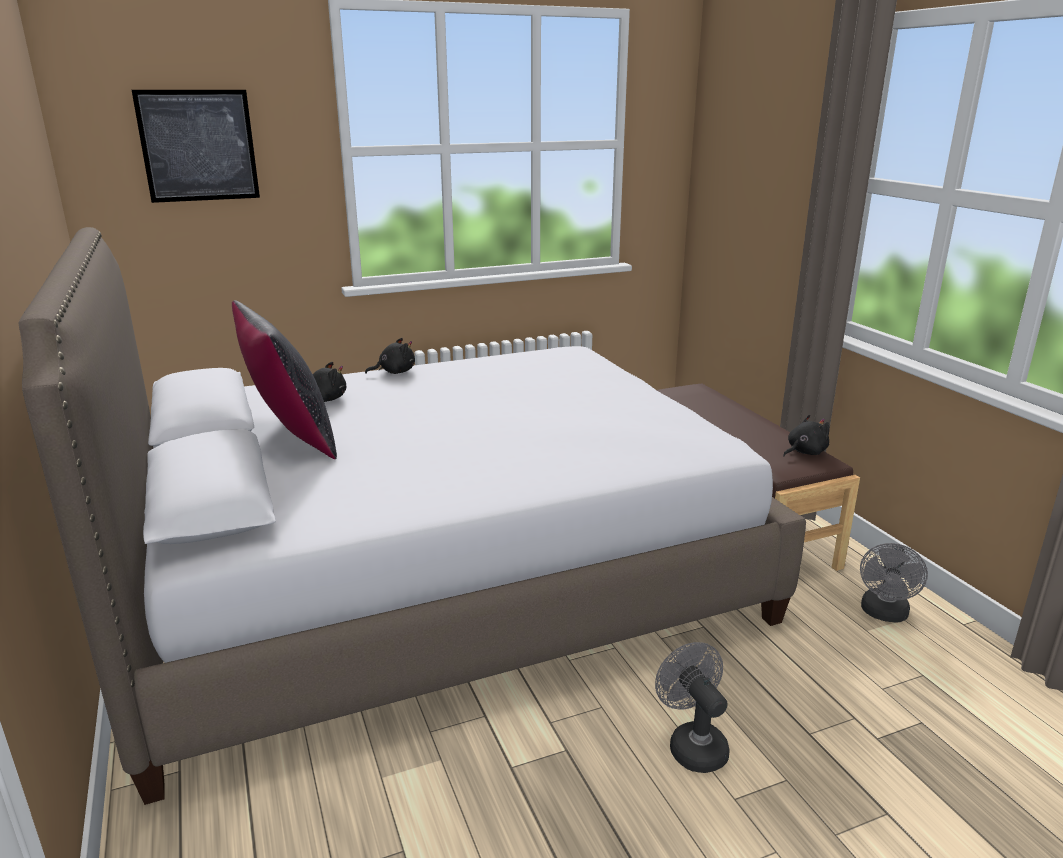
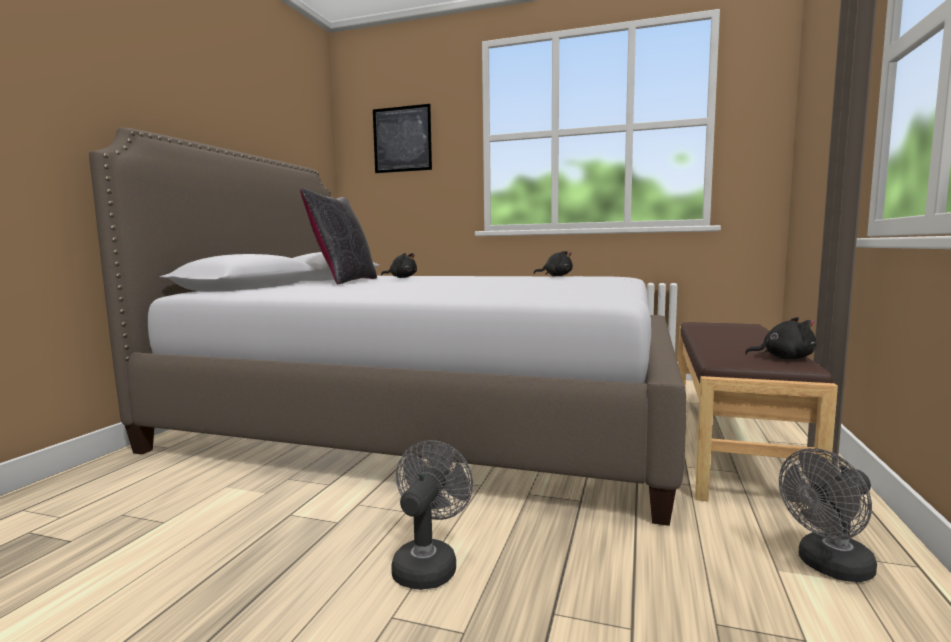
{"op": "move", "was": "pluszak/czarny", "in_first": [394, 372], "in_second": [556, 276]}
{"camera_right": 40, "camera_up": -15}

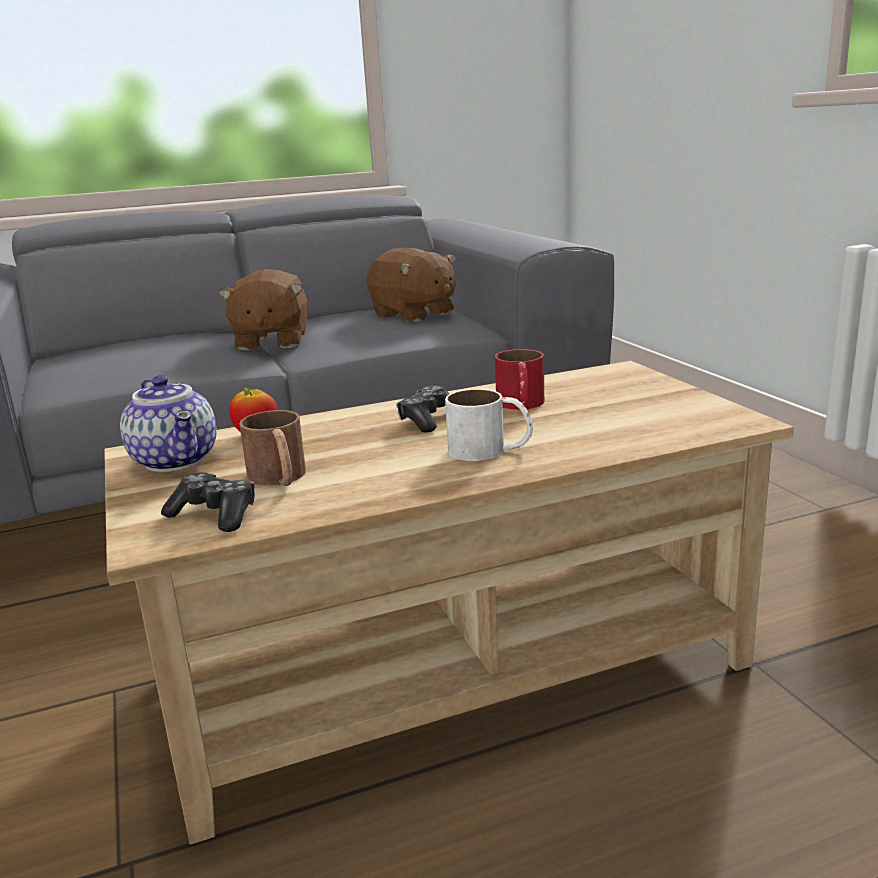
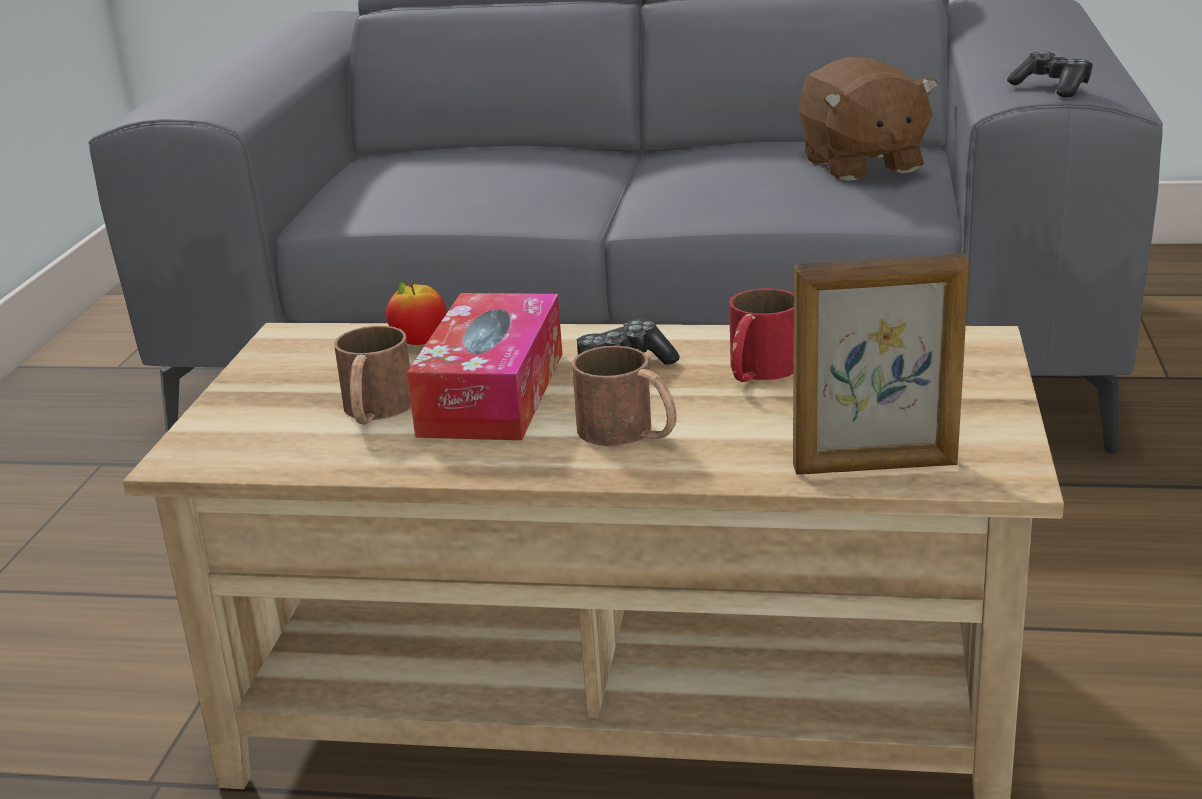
{"op": "delete", "was": "pluszak/brązowy", "in_first": [271, 342]}
{"op": "delete", "was": "imbryk", "in_first": [177, 460]}
{"op": "recolor", "was": "kubek/biały", "now": "kubek/brązowy", "in_first": [490, 450], "in_second": [629, 433]}
{"op": "move", "was": "pad do gier", "in_first": [215, 515], "in_second": [1052, 87]}
{"op": "insert", "now": "ramka na zdjęcie", "in_second": [876, 467]}
{"op": "insert", "now": "pudełko chusteczek", "in_second": [492, 393]}
{"camera_right": 30, "camera_up": 5}

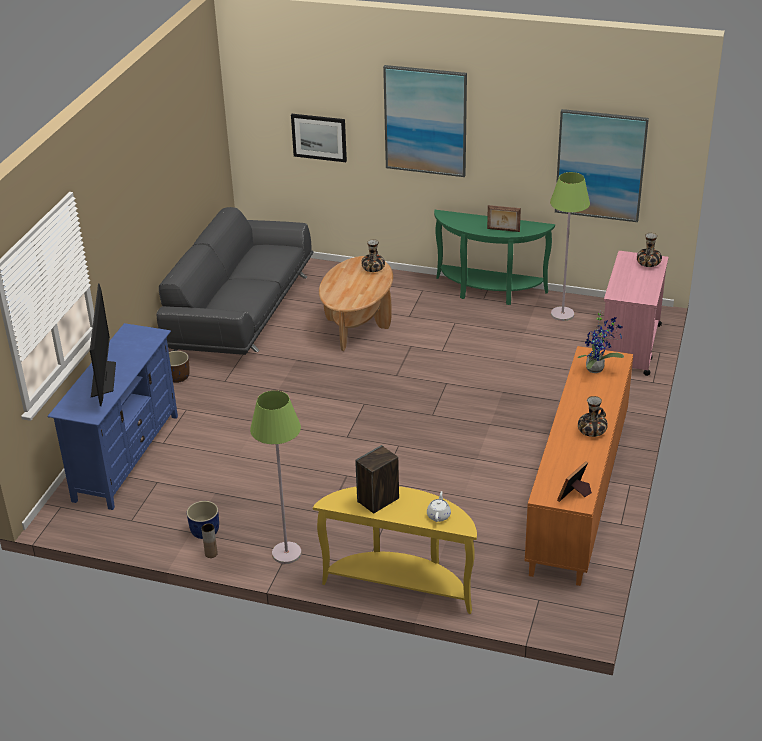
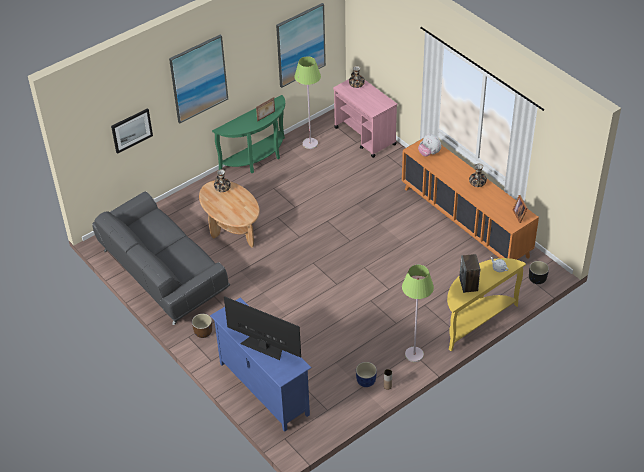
{"op": "replace", "was": "roślina doniczkowa", "now": "pluszak", "in_first": [597, 369], "in_second": [429, 153]}
{"op": "insert", "now": "donica/czarny", "in_second": [537, 279]}
{"camera_right": -55, "camera_up": 10}

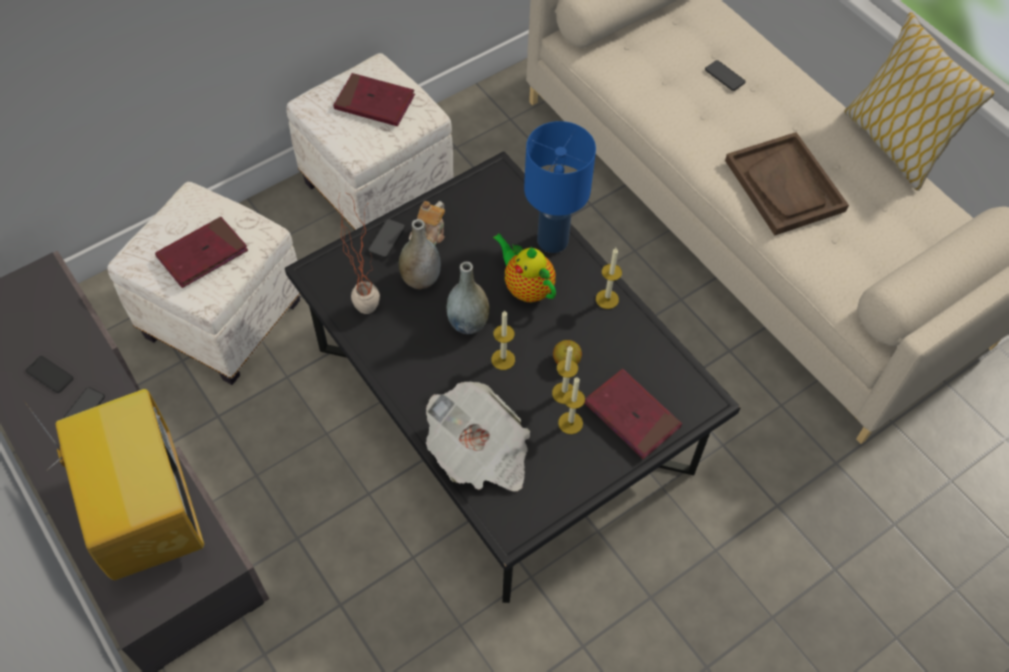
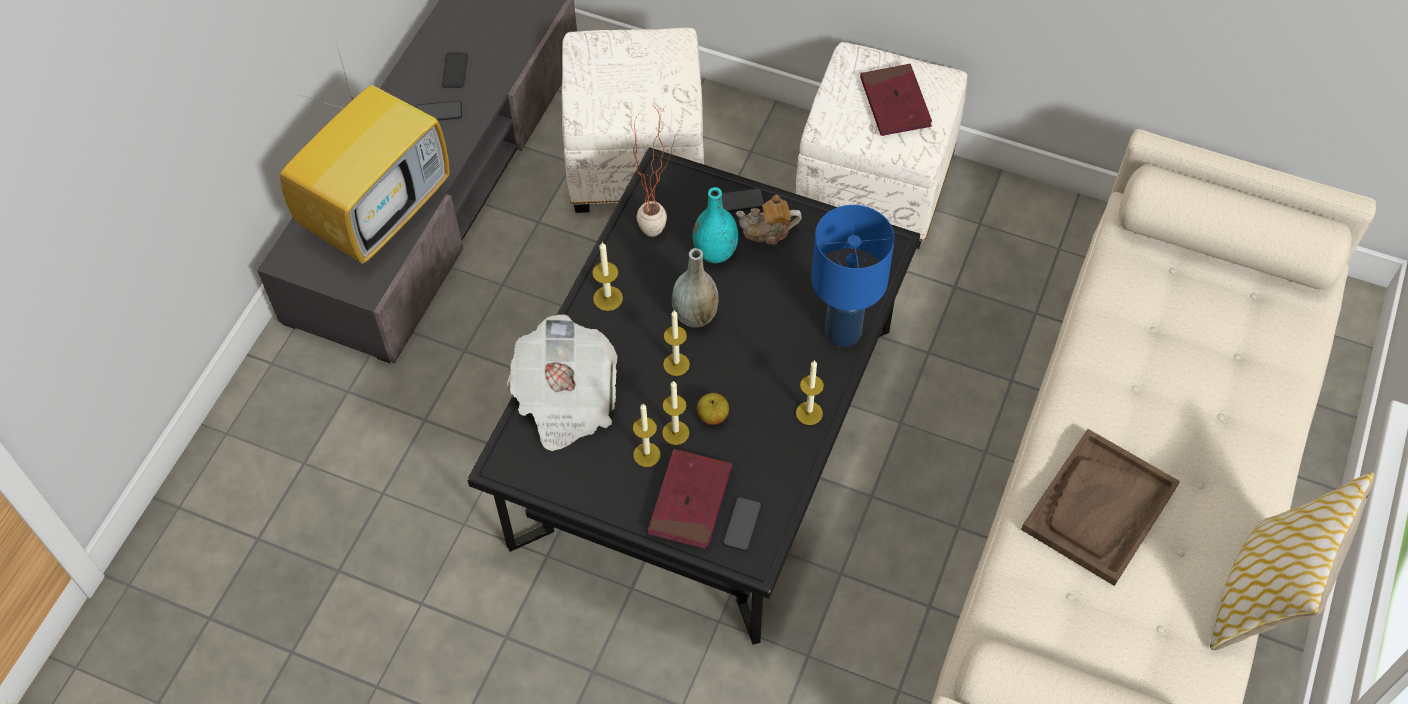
{"op": "move", "was": "telefon", "in_first": [724, 76], "in_second": [742, 524]}
{"op": "delete", "was": "książka/czerwony", "in_first": [203, 254]}
{"op": "recolor", "was": "wazon/szary", "now": "wazon/turkusowy", "in_first": [421, 279], "in_second": [715, 252]}
{"op": "delete", "was": "imbryk", "in_first": [526, 287]}
{"op": "insert", "now": "świeca", "in_second": [608, 298]}
{"camera_right": 60, "camera_up": 0}

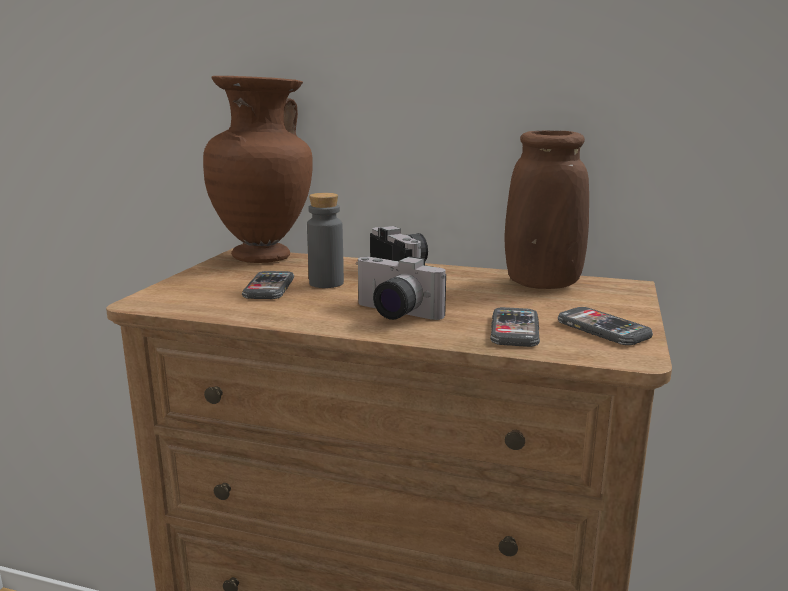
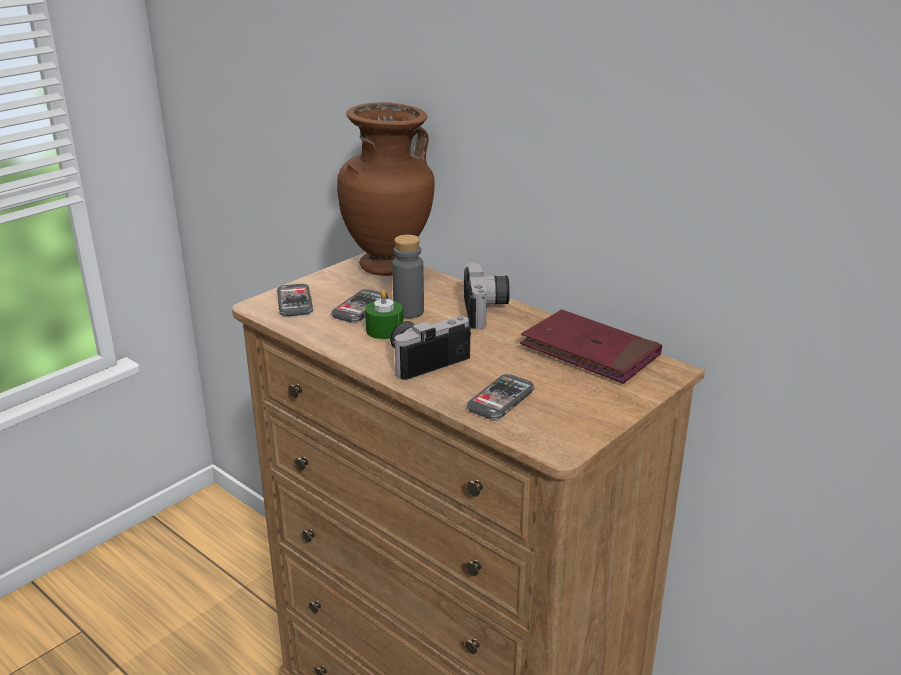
{"op": "replace", "was": "wazon/brązowy", "now": "książka/czerwony", "in_first": [542, 284], "in_second": [590, 351]}
{"op": "rotate", "was": "aparat fotograficzny", "in_first": [393, 314], "in_second": [425, 359], "clockwise": 90}
{"op": "move", "was": "telefon", "in_first": [603, 329], "in_second": [294, 302]}
{"op": "insert", "now": "świeca/zielony", "in_second": [384, 330]}
{"camera_right": 25, "camera_up": 10}

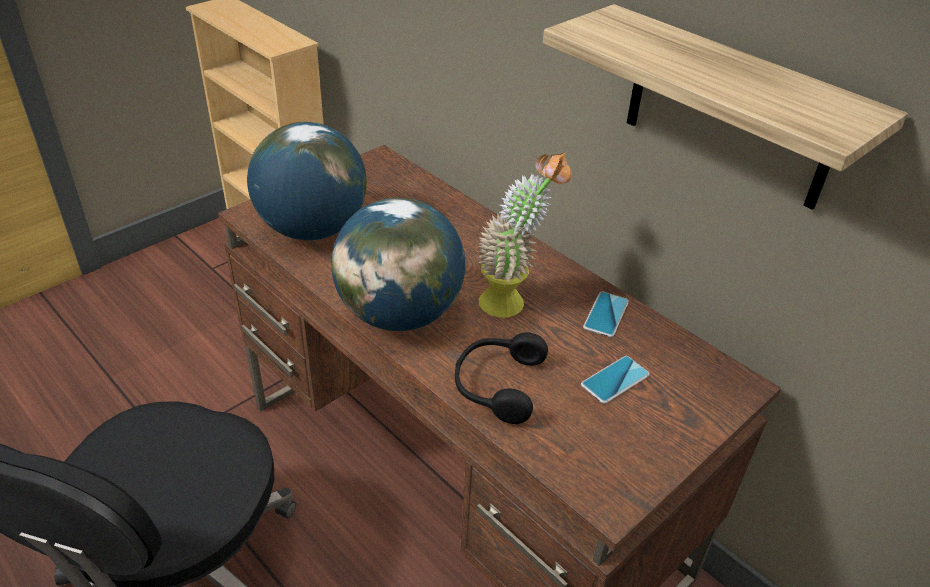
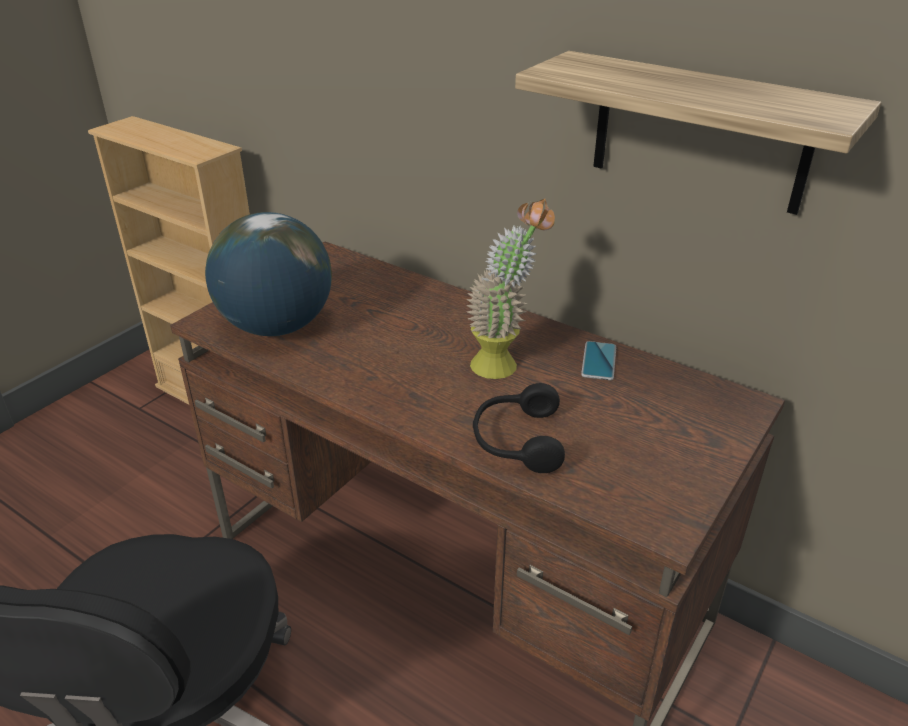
{"op": "delete", "was": "globus", "in_first": [399, 313]}
{"op": "delete", "was": "telefon", "in_first": [615, 380]}
{"camera_right": -10, "camera_up": -5}

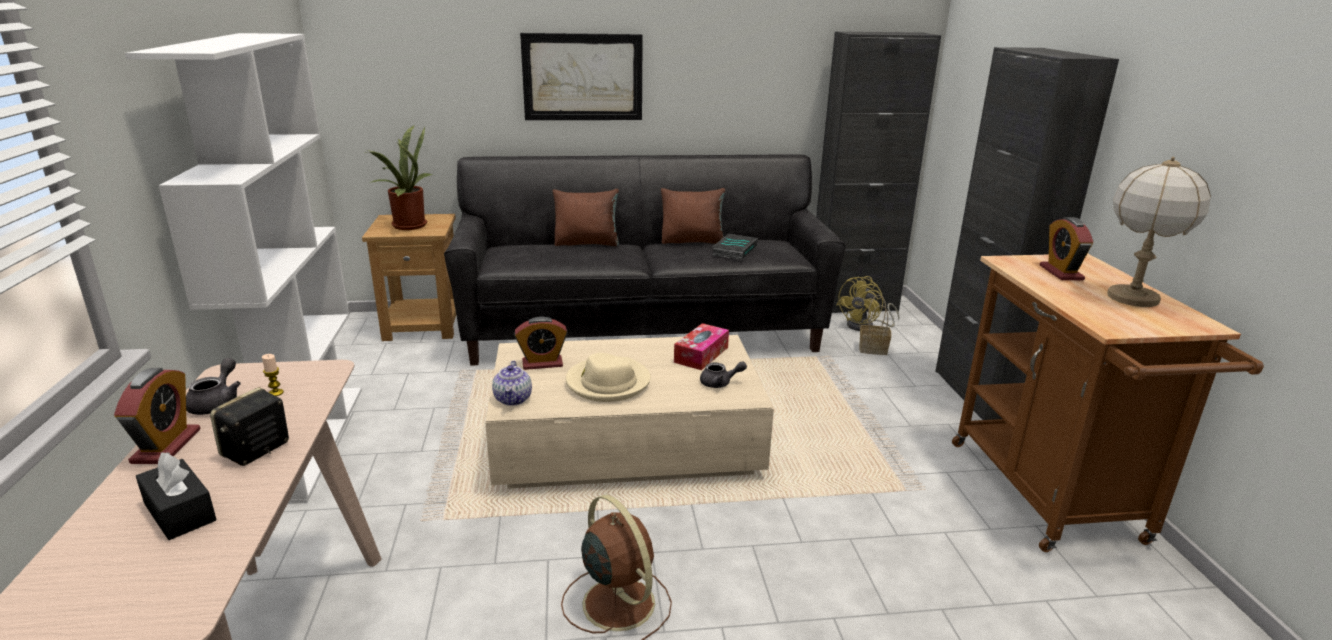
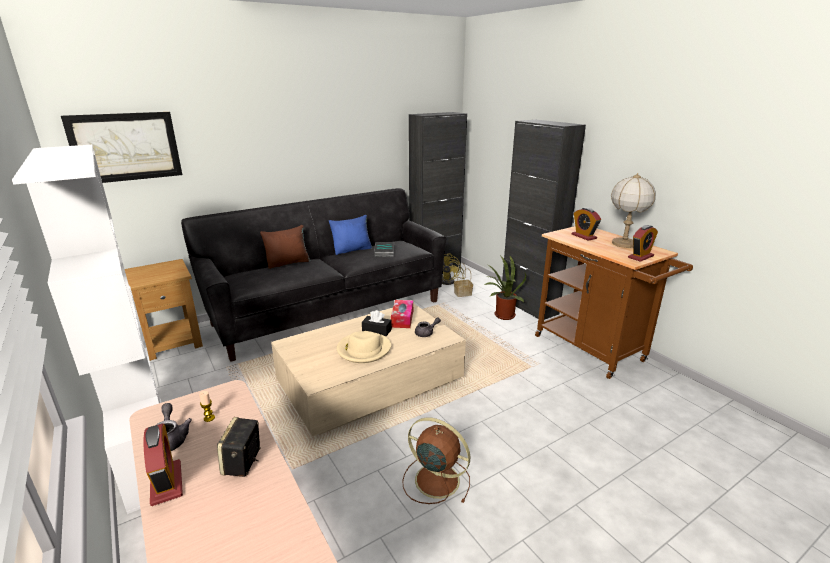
{"op": "move", "was": "obraz", "in_first": [582, 77], "in_second": [125, 147]}
{"op": "move", "was": "roślina doniczkowa", "in_first": [406, 225], "in_second": [502, 315]}
{"op": "recolor", "was": "poduszka/brązowy", "now": "poduszka/niebieski", "in_first": [692, 241], "in_second": [352, 250]}
{"op": "move", "was": "budzik", "in_first": [542, 363], "in_second": [640, 257]}
{"op": "delete", "was": "imbryk", "in_first": [513, 399]}
{"op": "move", "was": "pudełko chusteczek/czarny", "in_first": [180, 512], "in_second": [376, 330]}
{"camera_right": -25, "camera_up": 0}

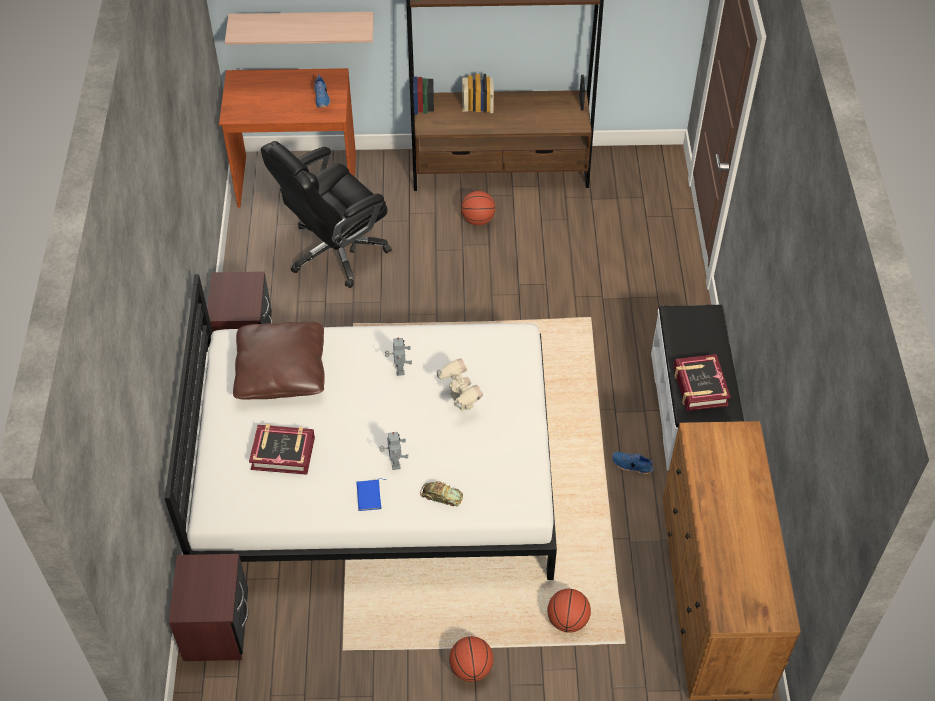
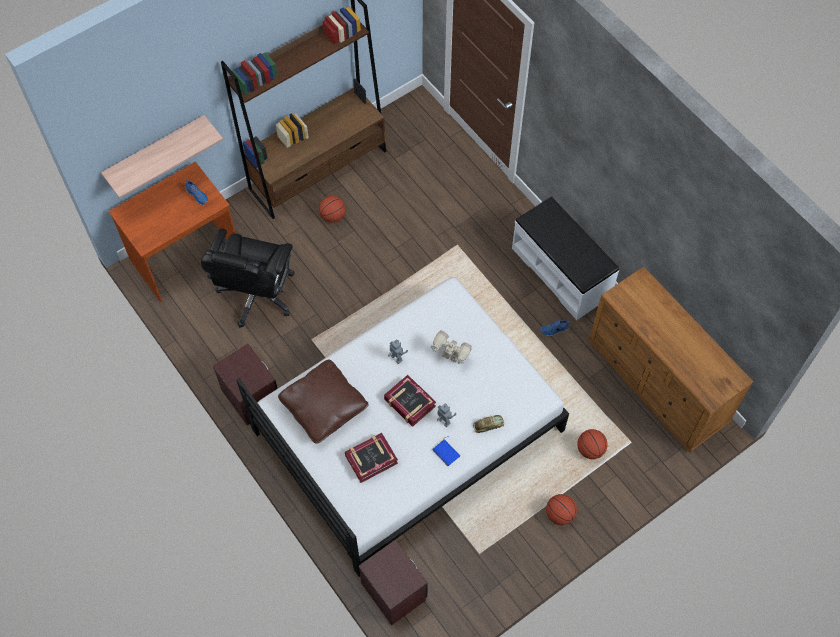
{"op": "move", "was": "książka", "in_first": [699, 386], "in_second": [409, 403]}
{"camera_right": -35, "camera_up": 10}

